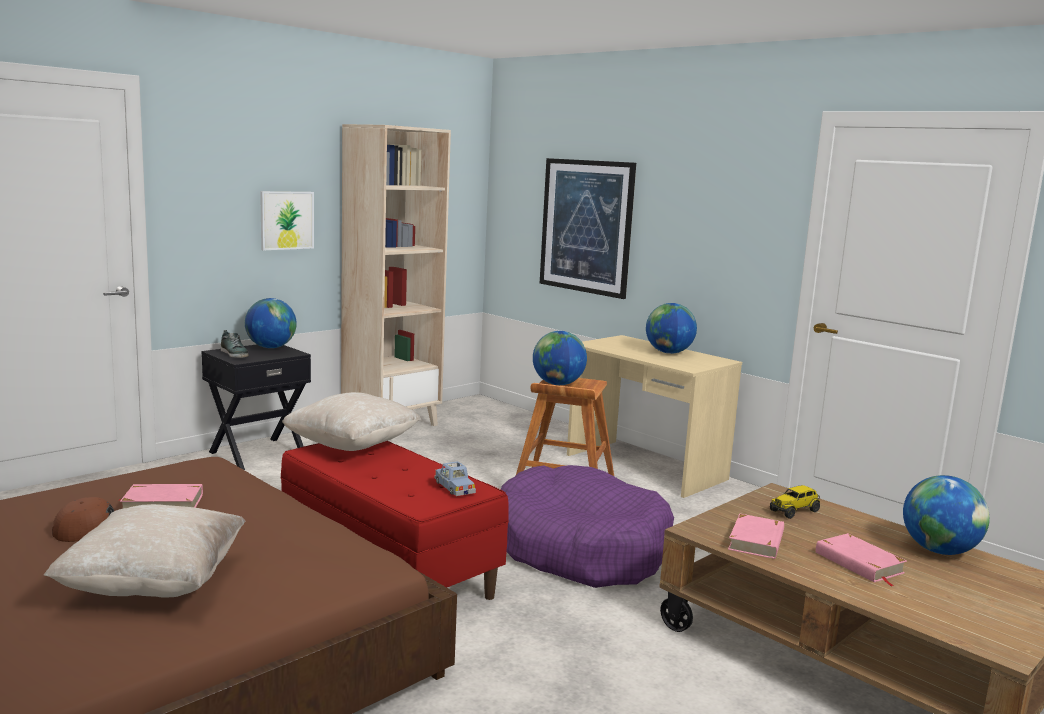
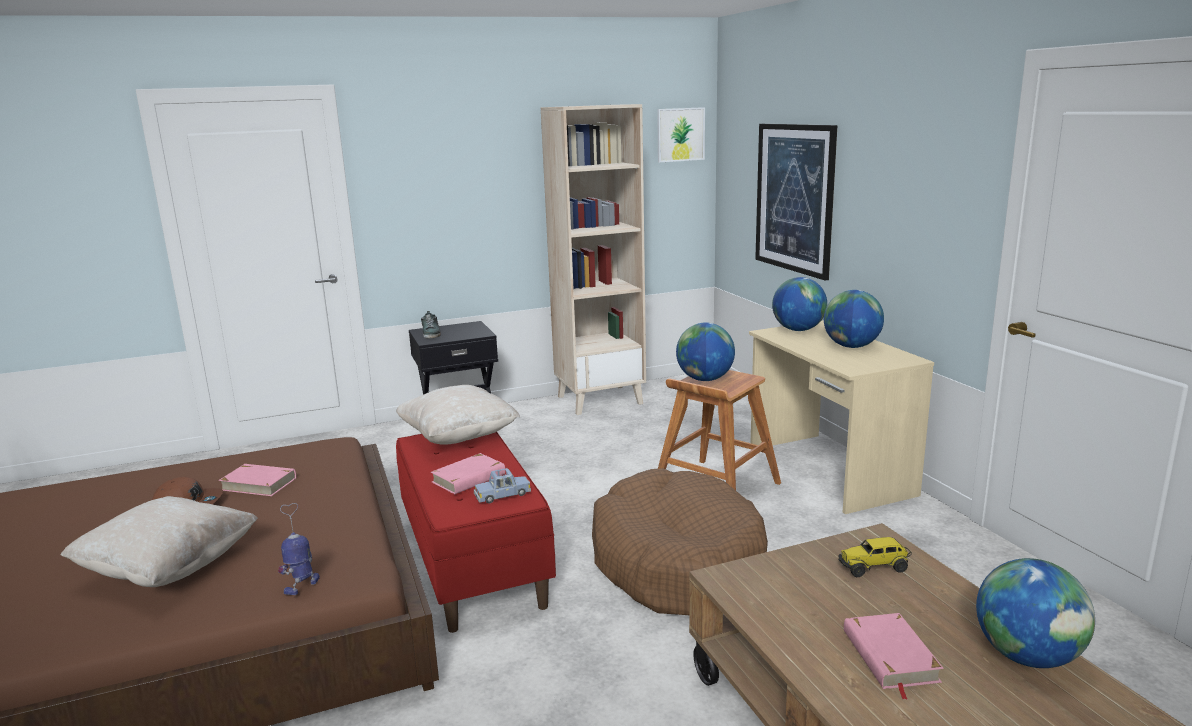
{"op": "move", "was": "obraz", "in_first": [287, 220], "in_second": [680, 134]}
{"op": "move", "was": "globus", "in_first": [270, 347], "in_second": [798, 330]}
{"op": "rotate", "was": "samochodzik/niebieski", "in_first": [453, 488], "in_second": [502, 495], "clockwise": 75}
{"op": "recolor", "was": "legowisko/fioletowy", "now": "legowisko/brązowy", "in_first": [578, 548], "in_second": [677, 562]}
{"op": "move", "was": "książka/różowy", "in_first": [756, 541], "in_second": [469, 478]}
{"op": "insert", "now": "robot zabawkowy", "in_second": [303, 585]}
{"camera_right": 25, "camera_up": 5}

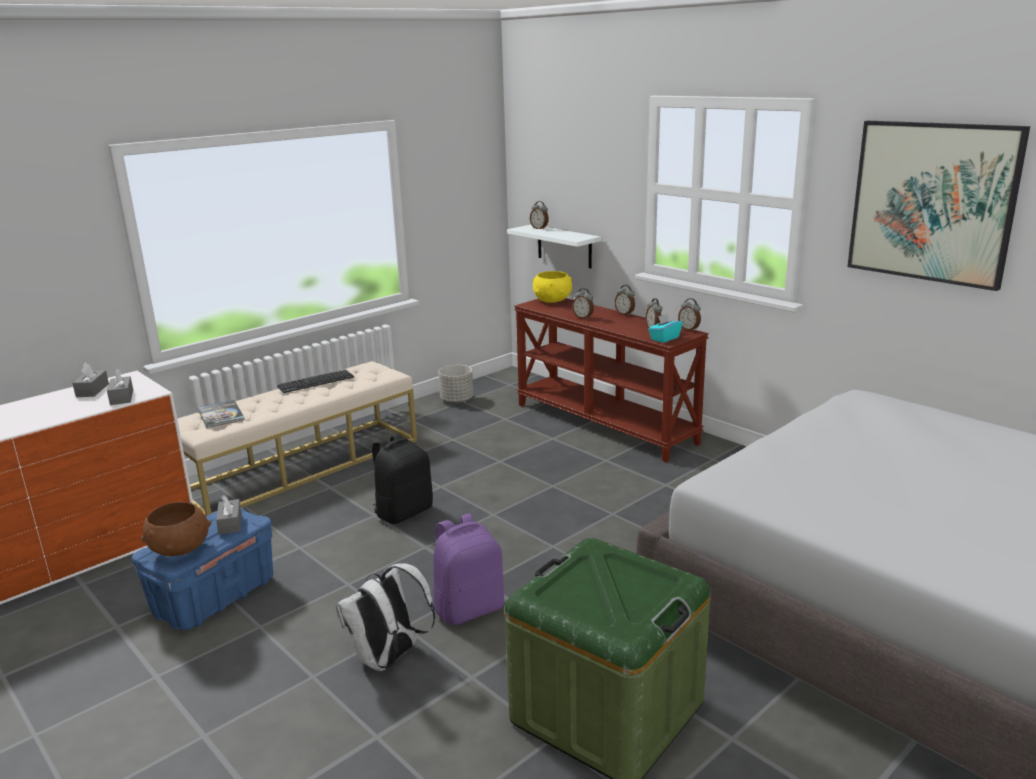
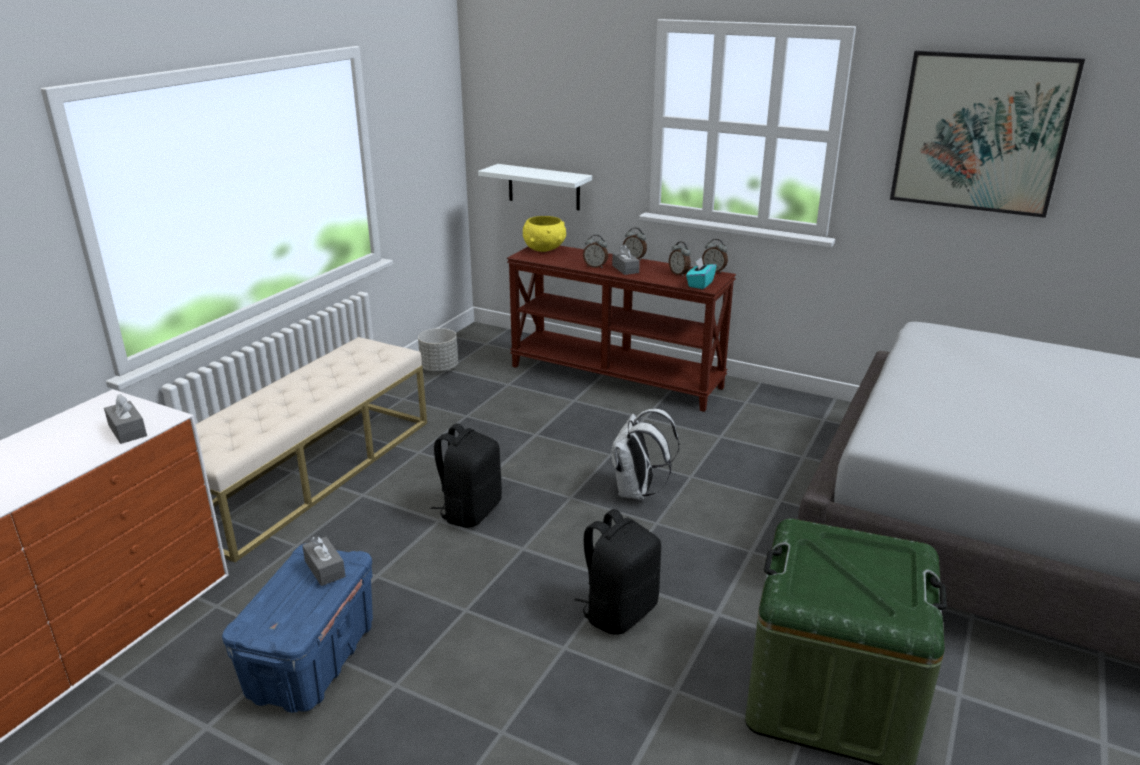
{"op": "delete", "was": "budzik", "in_first": [539, 228]}
{"op": "move", "was": "pudełko chusteczek/szary", "in_first": [92, 390], "in_second": [625, 269]}
{"op": "delete", "was": "klawiatura", "in_first": [316, 382]}
{"op": "delete", "was": "książka", "in_first": [221, 415]}
{"op": "delete", "was": "miska/brązowy", "in_first": [179, 550]}
{"op": "recolor", "was": "plecak/fioletowy", "now": "plecak/czarny", "in_first": [469, 608], "in_second": [619, 611]}
{"op": "move", "was": "plecak/biały", "in_first": [389, 659], "in_second": [637, 492]}
{"camera_right": -20, "camera_up": 5}

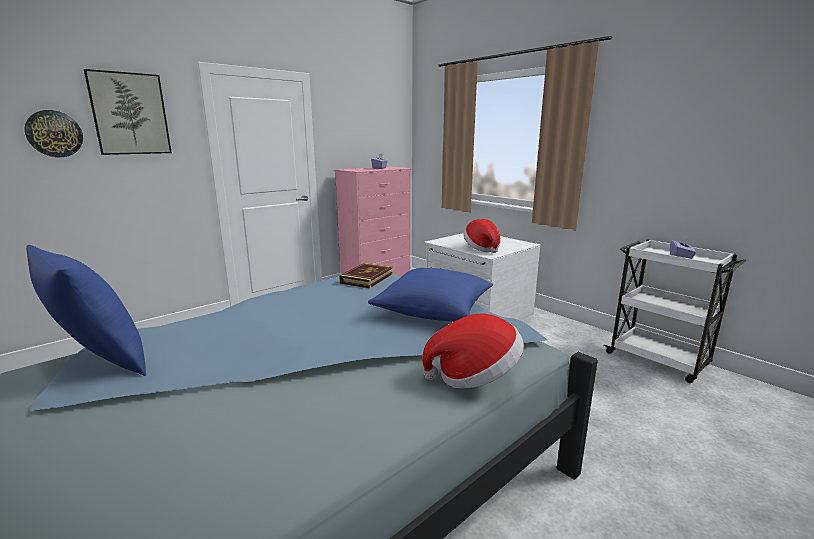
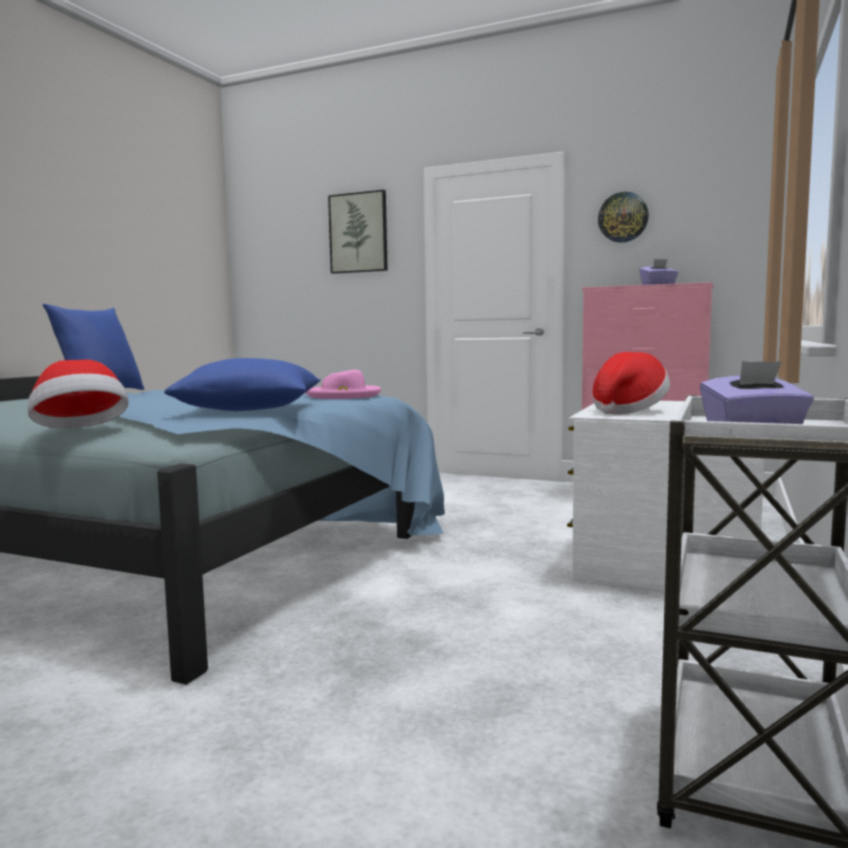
{"op": "move", "was": "zegar ścienny", "in_first": [54, 134], "in_second": [623, 217]}
{"op": "replace", "was": "książka", "now": "kapelusz/różowy", "in_first": [367, 278], "in_second": [344, 395]}
{"camera_right": 65, "camera_up": -10}

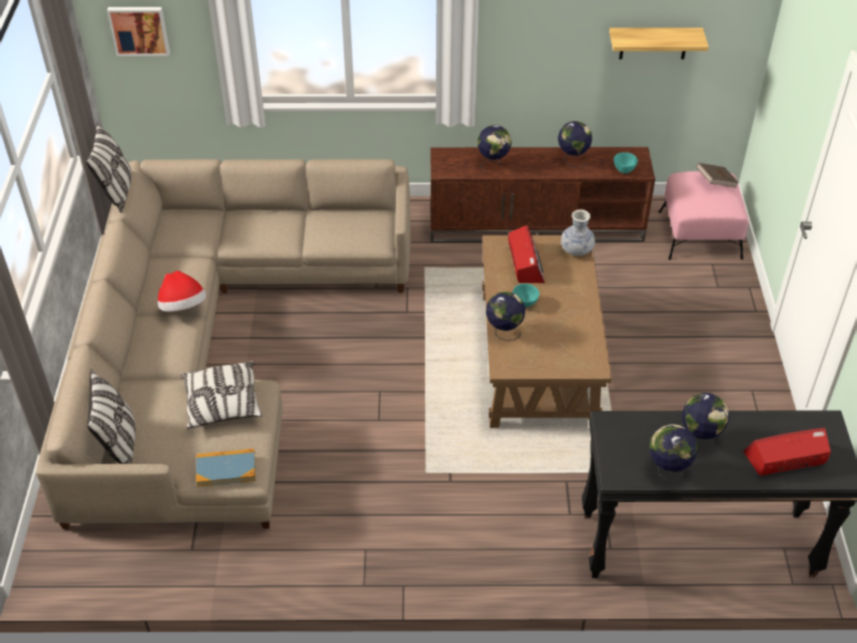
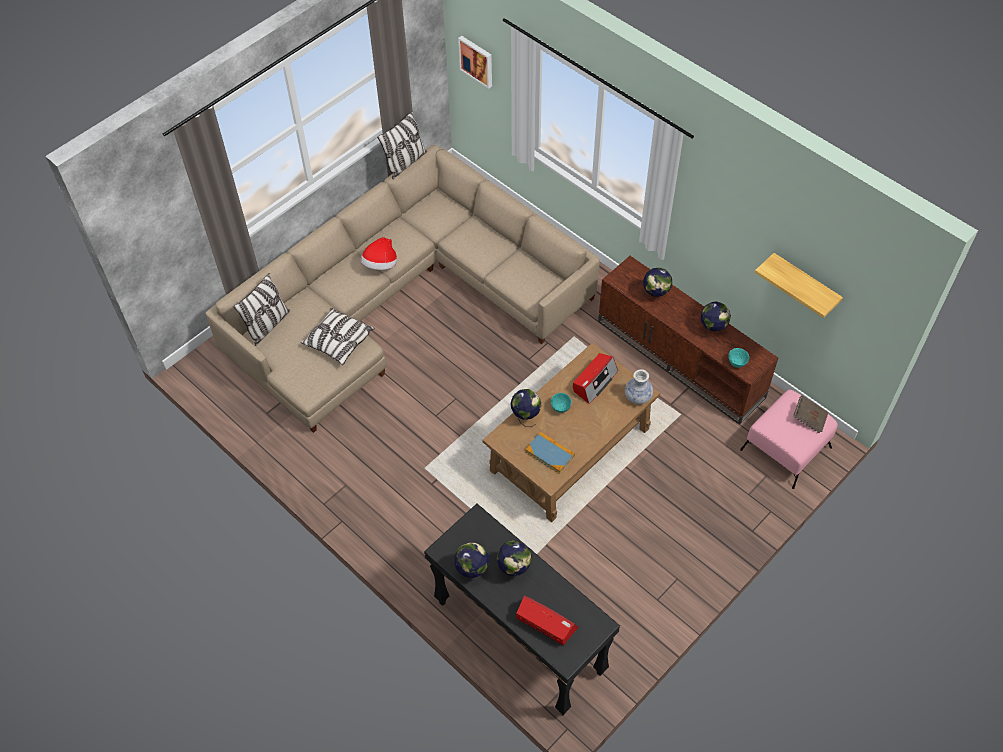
{"op": "move", "was": "książka", "in_first": [226, 469], "in_second": [549, 453]}
{"camera_right": 45, "camera_up": 10}

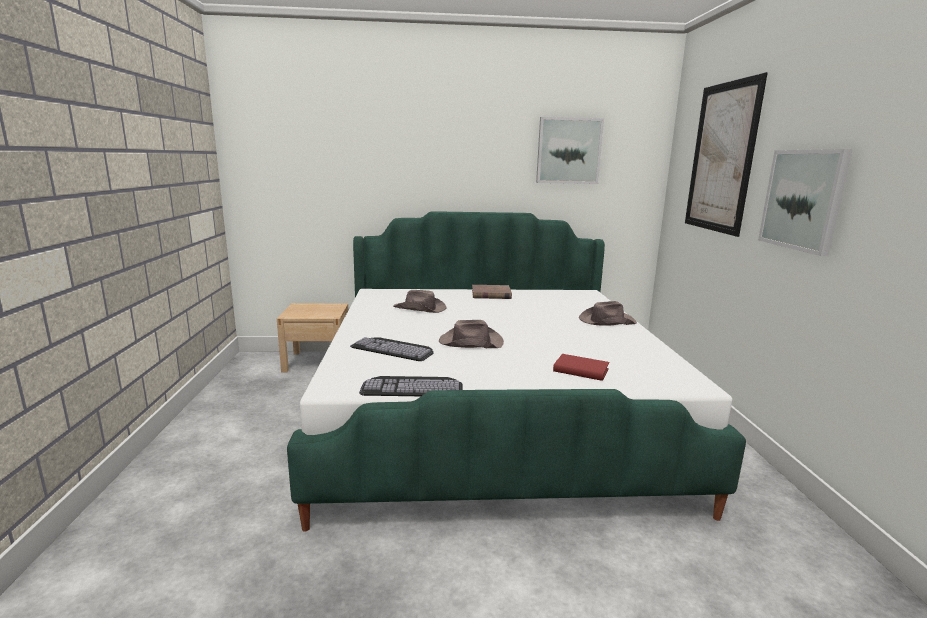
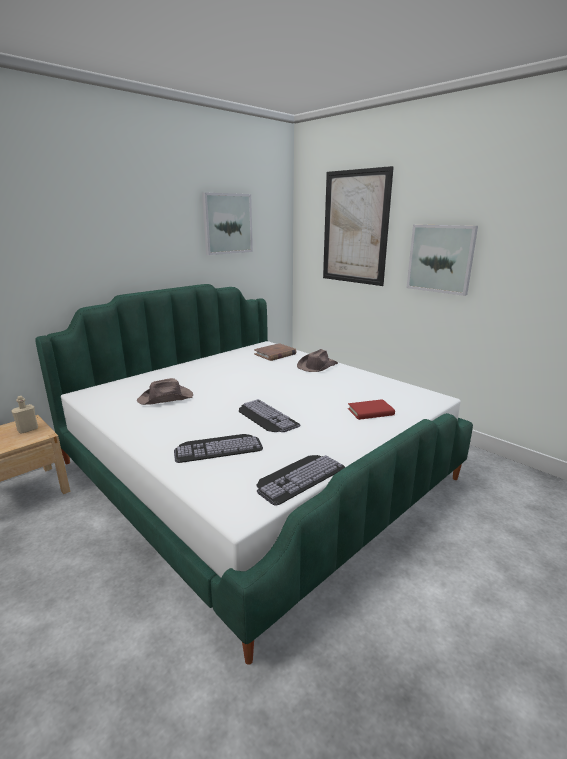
{"op": "move", "was": "książka/brązowy", "in_first": [491, 294], "in_second": [275, 354]}
{"op": "replace", "was": "kapelusz/brązowy", "now": "klawiatura", "in_first": [470, 342], "in_second": [265, 417]}
{"op": "insert", "now": "butelka/beżowy", "in_second": [28, 429]}
{"camera_right": -40, "camera_up": 5}

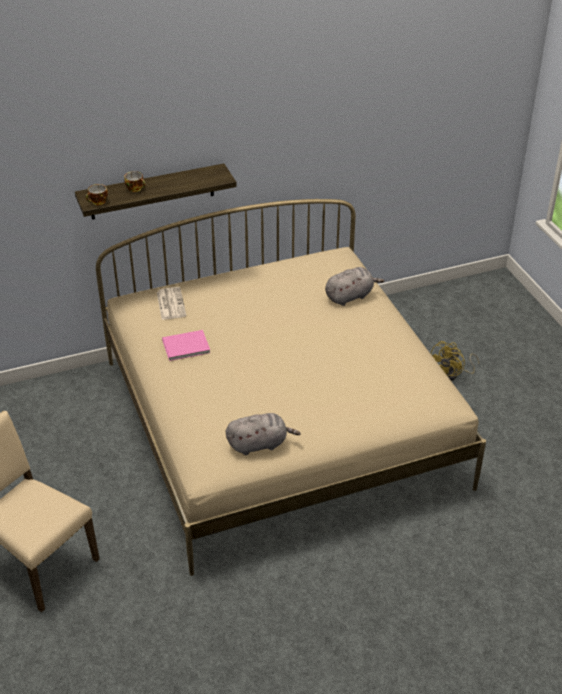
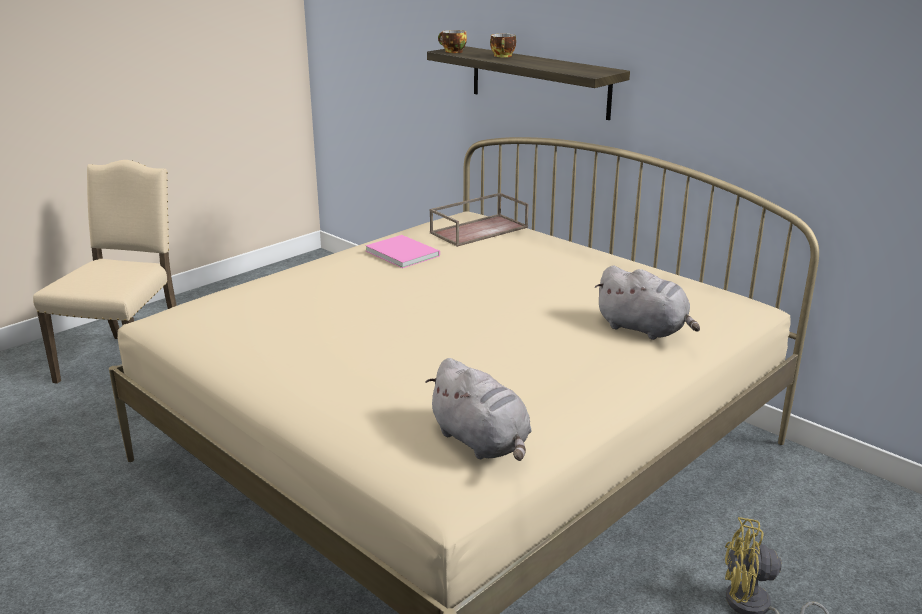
{"op": "replace", "was": "gazeta", "now": "taca/brązowy", "in_first": [170, 303], "in_second": [479, 230]}
{"op": "move", "was": "pluszak/szary", "in_first": [259, 444], "in_second": [482, 442]}
{"camera_right": 65, "camera_up": -15}

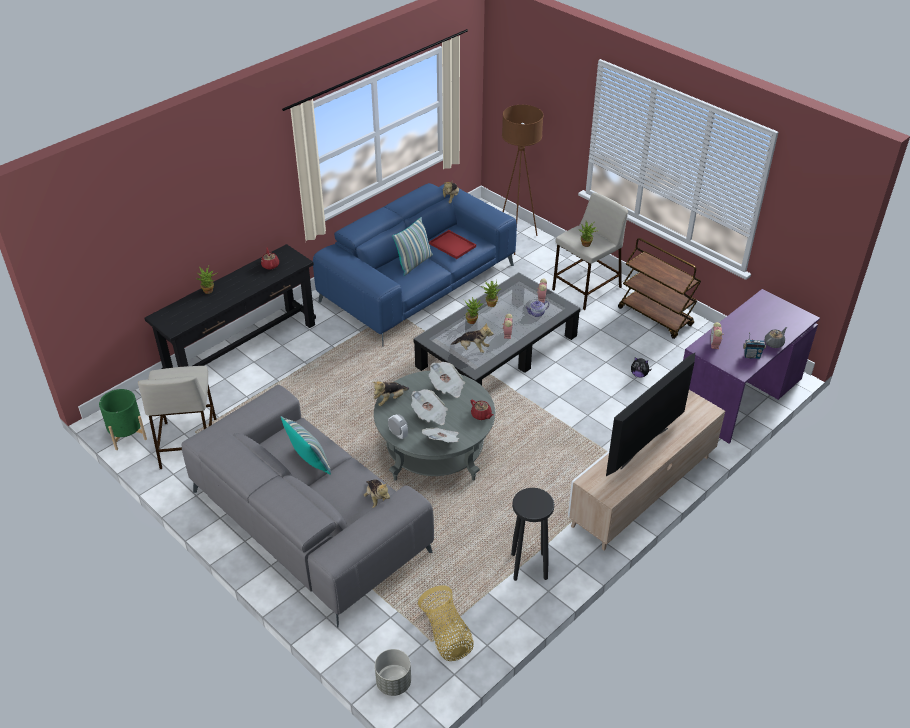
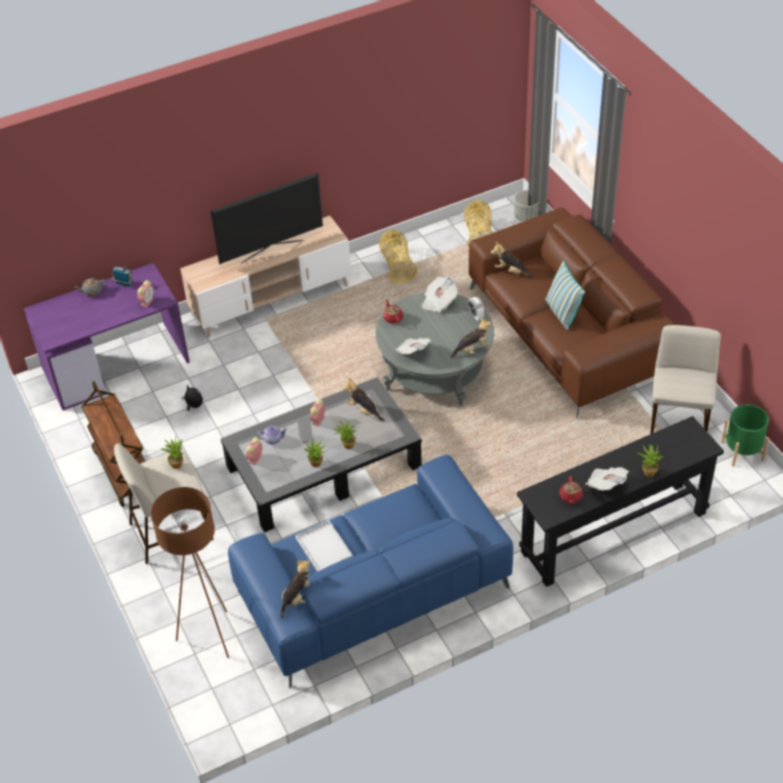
{"op": "delete", "was": "poduszka", "in_first": [414, 263]}
{"op": "recolor", "was": "taca/czerwony", "now": "taca/biały", "in_first": [453, 245], "in_second": [323, 547]}
{"op": "recolor", "was": "kanapa/szary", "now": "kanapa/brązowy", "in_first": [308, 521], "in_second": [568, 332]}
{"op": "move", "was": "gazeta", "in_first": [430, 414], "in_second": [605, 484]}
{"op": "rotate", "was": "pluszak", "in_first": [377, 500], "in_second": [510, 271], "clockwise": -60}
{"op": "replace", "was": "stołek/czarny", "now": "koszyk", "in_first": [528, 566], "in_second": [397, 265]}
{"camera_right": -160, "camera_up": 5}

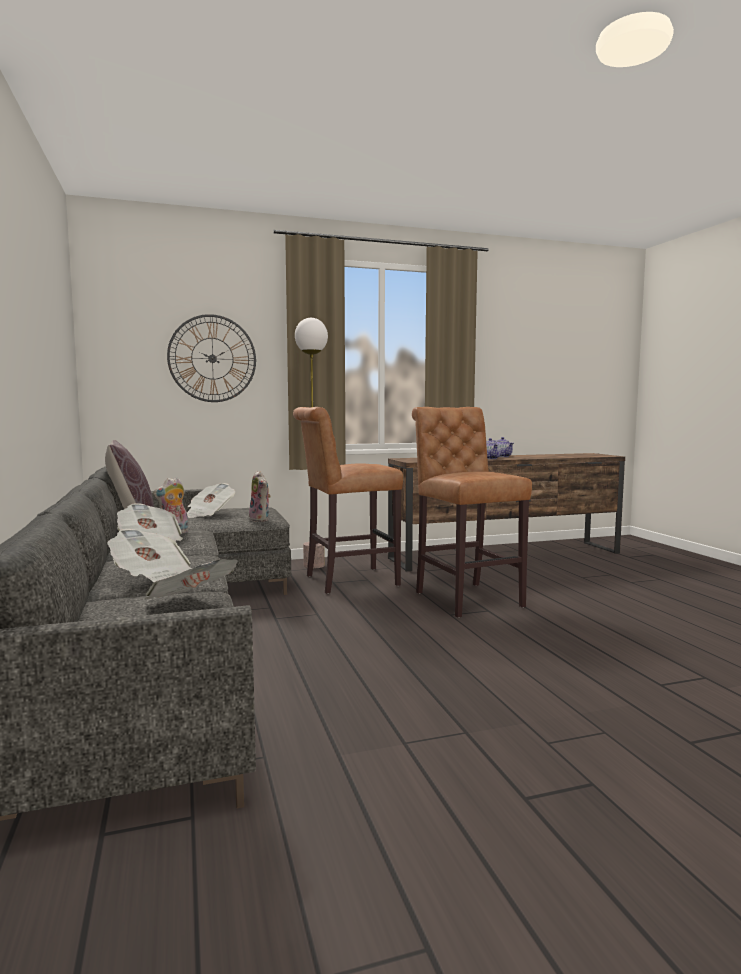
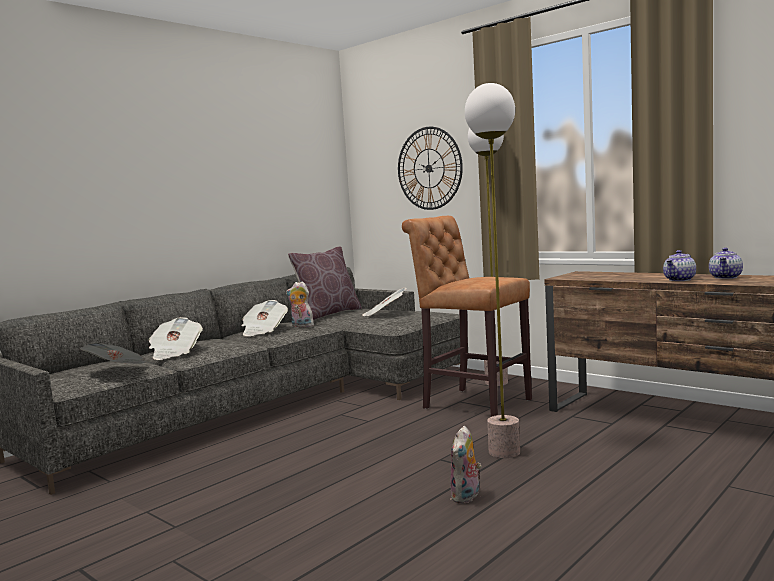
{"op": "replace", "was": "stołek/brązowy", "now": "lampa stojąca", "in_first": [465, 598], "in_second": [505, 452]}
{"op": "move", "was": "pluszak", "in_first": [261, 519], "in_second": [466, 497]}
{"camera_right": 60, "camera_up": 0}

